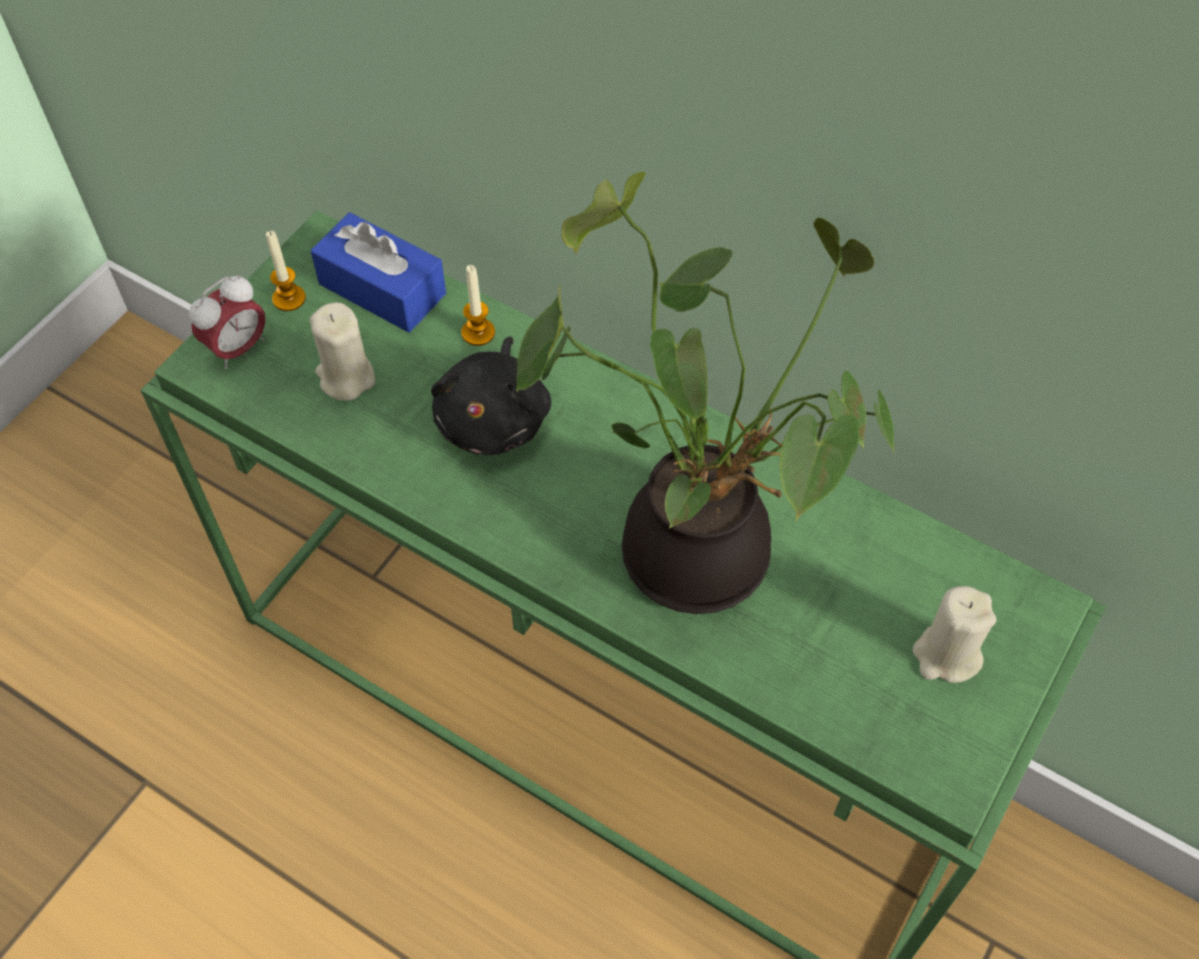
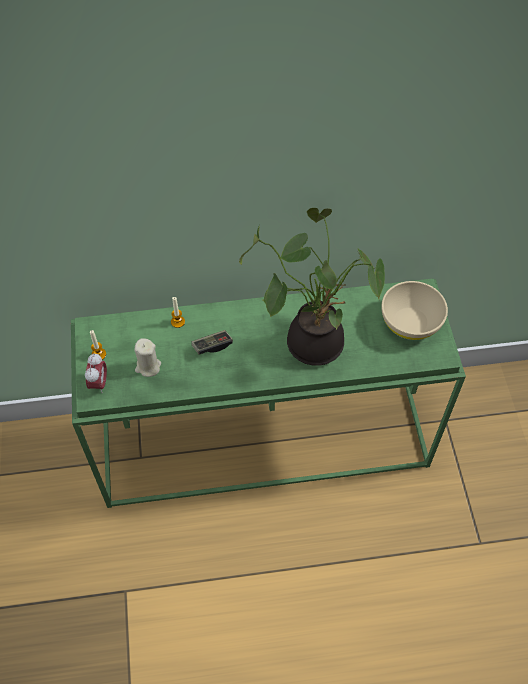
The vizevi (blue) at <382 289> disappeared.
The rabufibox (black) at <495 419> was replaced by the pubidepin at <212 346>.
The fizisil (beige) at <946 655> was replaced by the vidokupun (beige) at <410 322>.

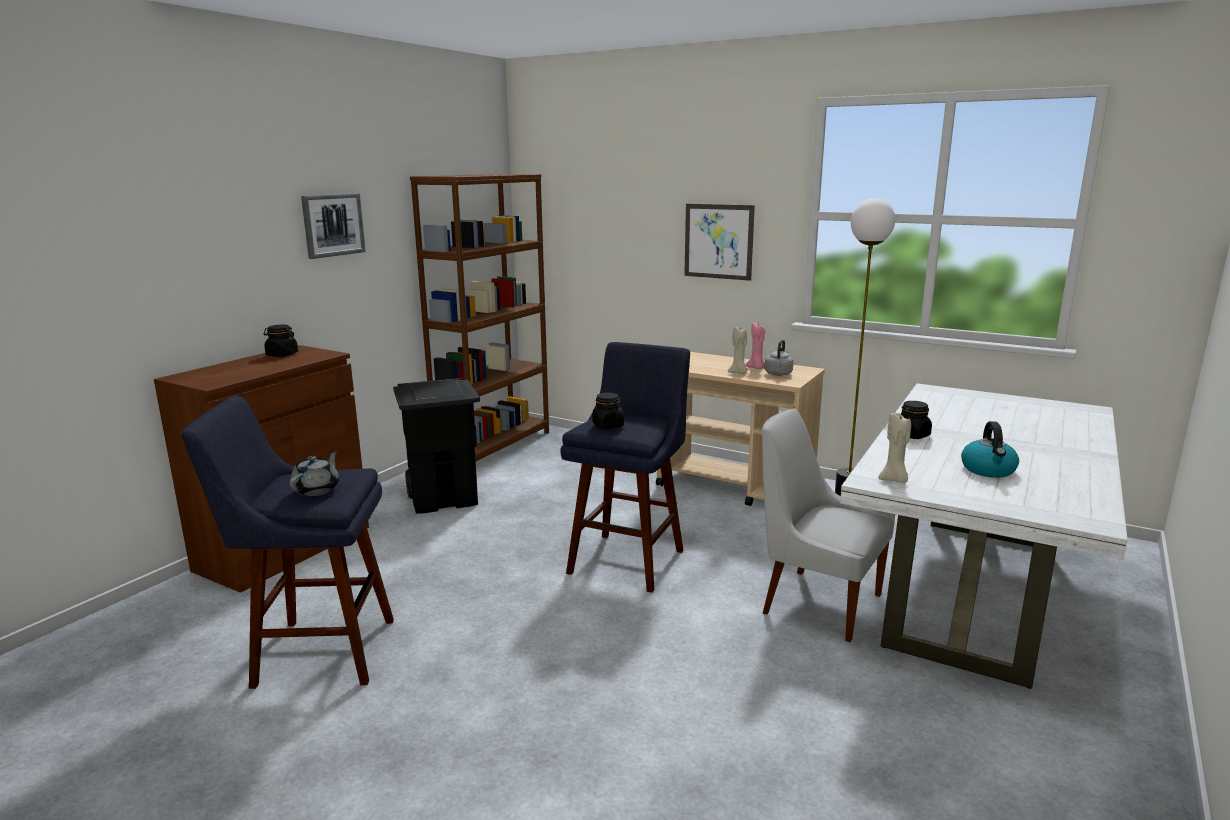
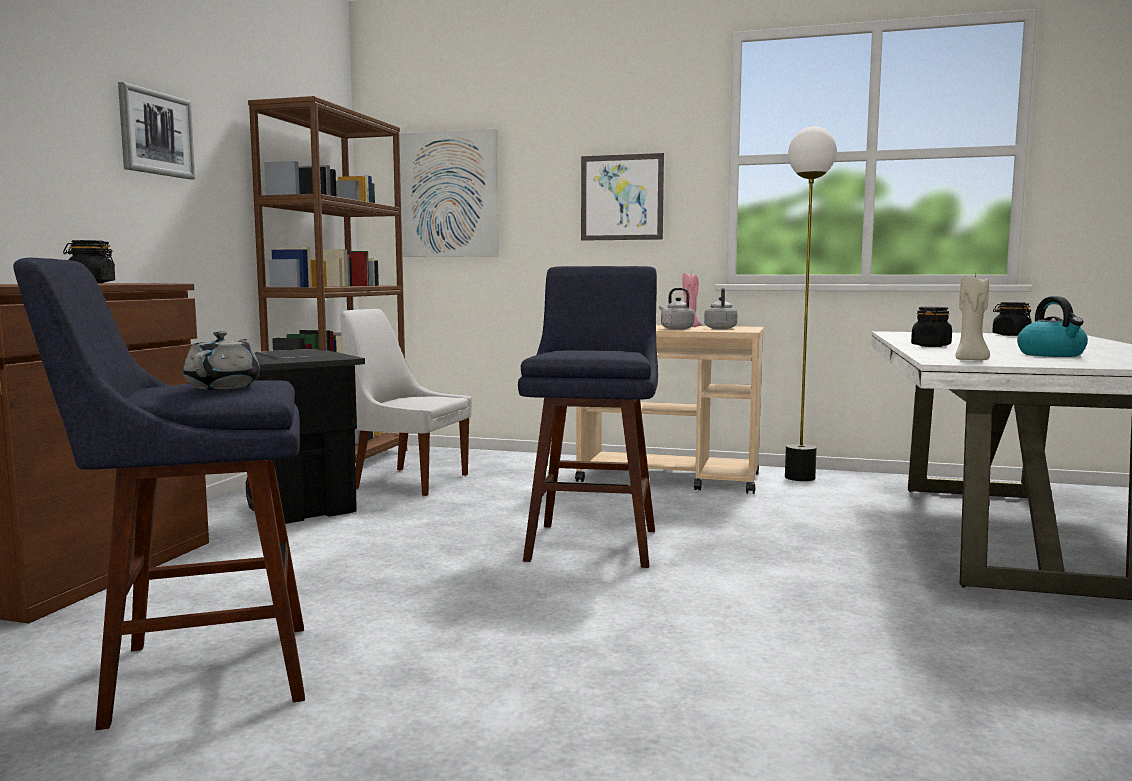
The fizisil (beige) at <738 373> was replaced by the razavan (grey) at <675 329>.
The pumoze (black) moved from <607 425> to <1010 335>.
The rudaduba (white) moved from <817 602> to <407 481>.
The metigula at <448 194> appeared.

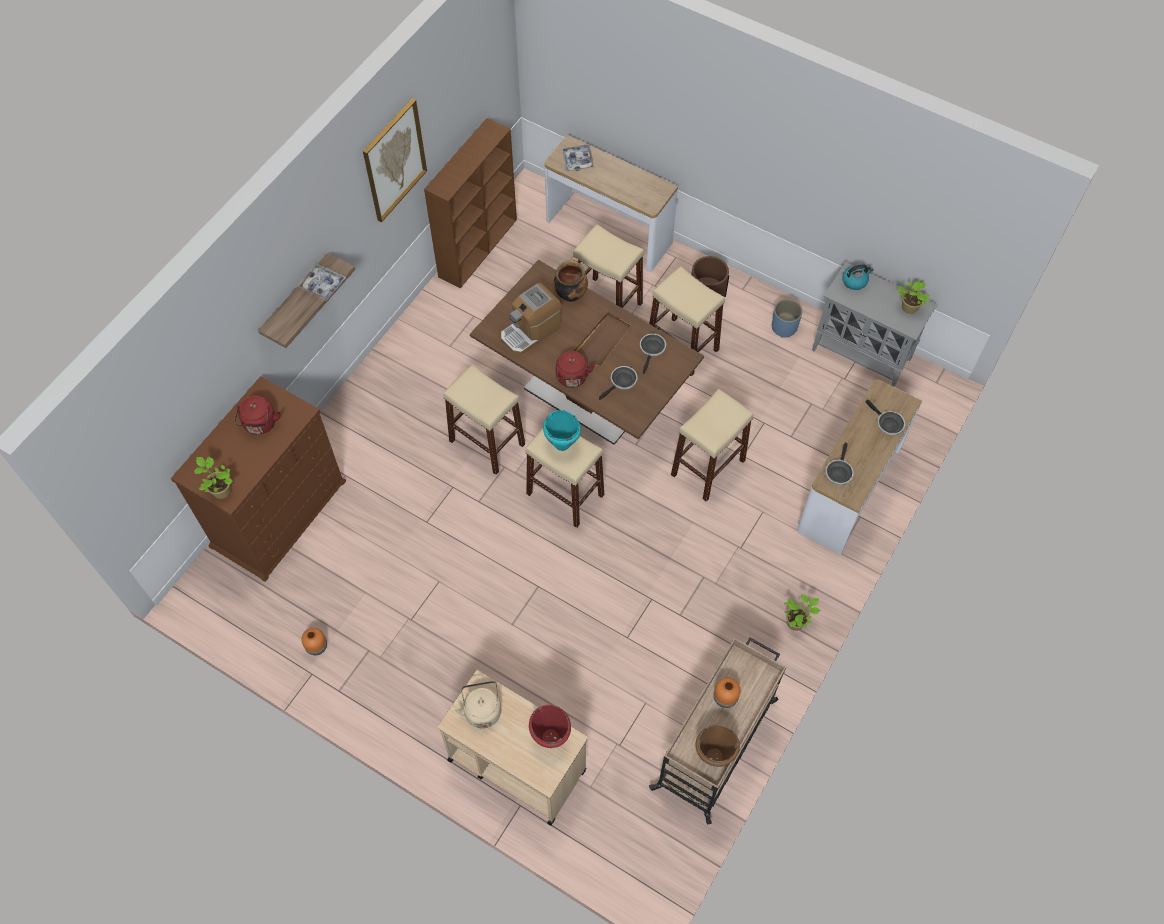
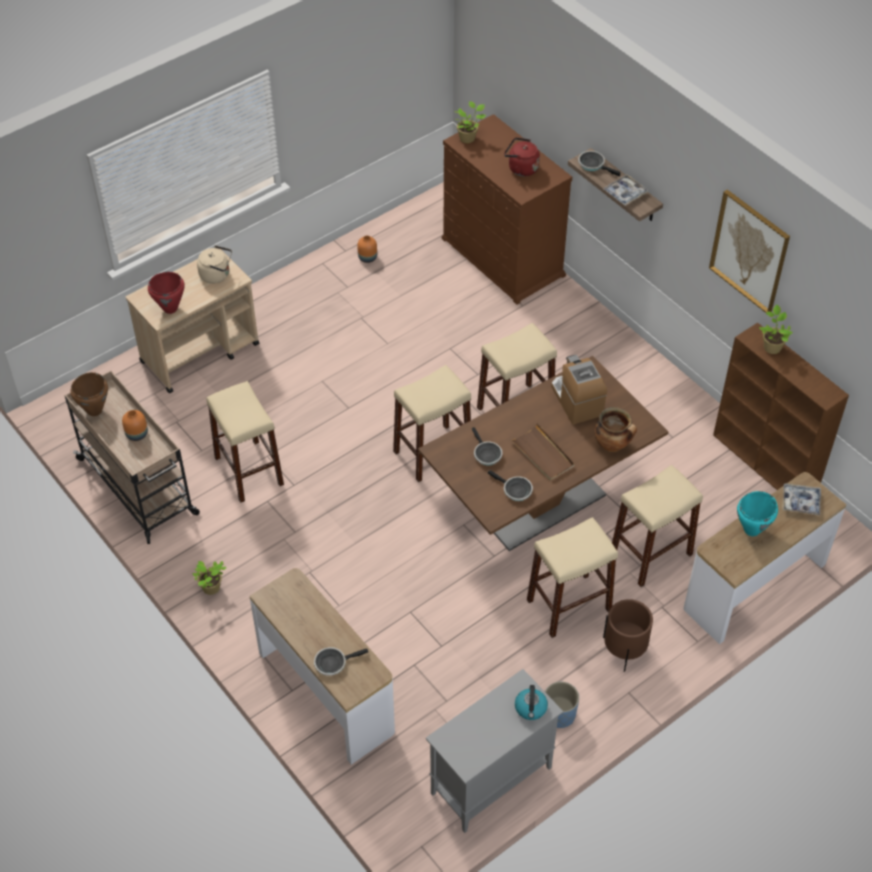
The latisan moved from <908 308> to <772 346>.
The razavan (red) at <572 378> disappeared.
The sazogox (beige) moved from <708 467> to <249 471>.
The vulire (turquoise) moved from <562 444> to <752 530>.
The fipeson moved from <838 472> to <593 165>.

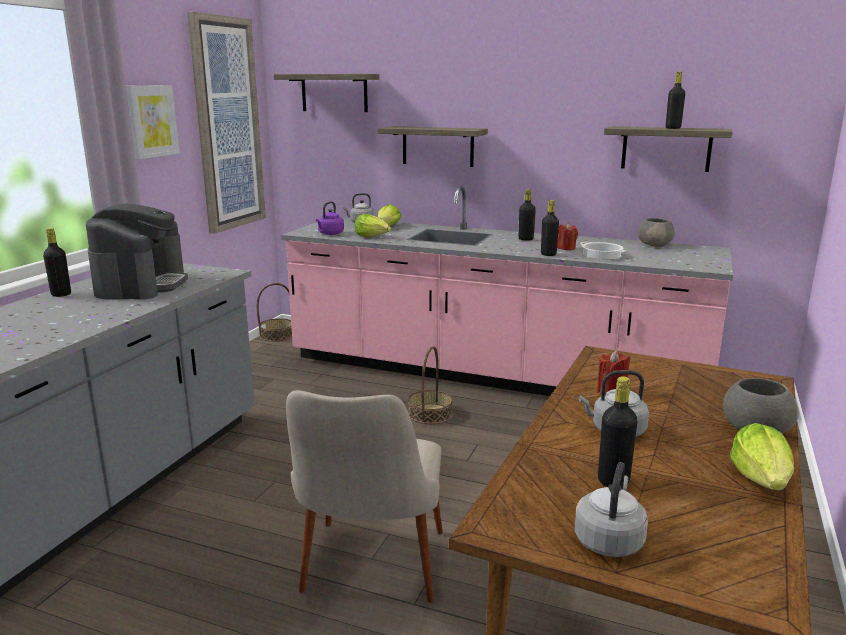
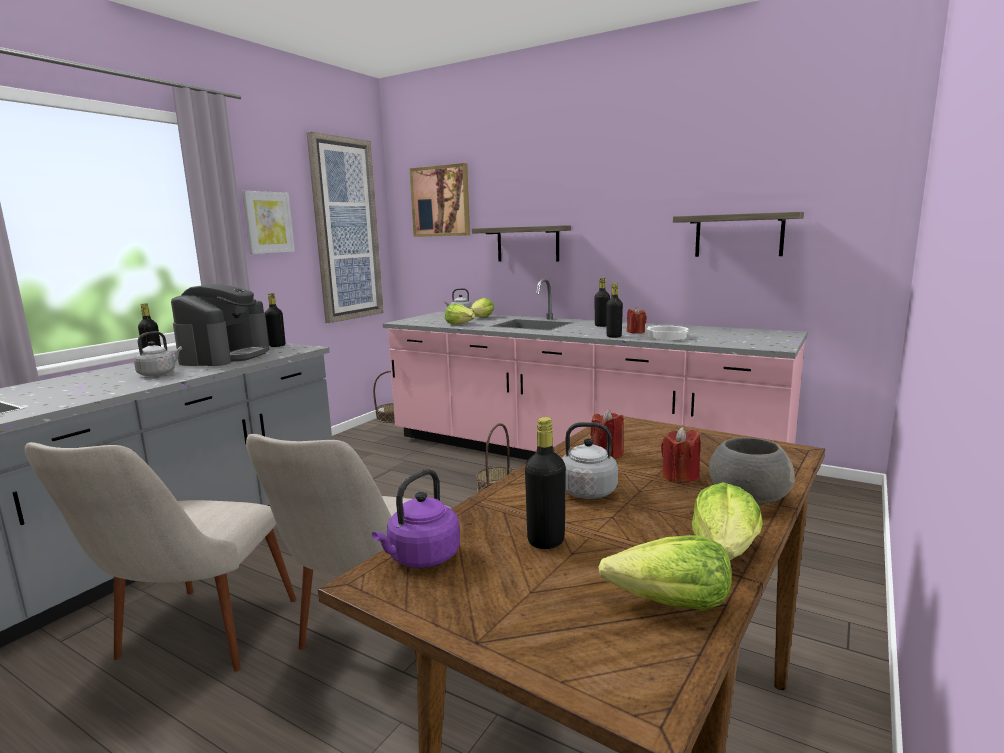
The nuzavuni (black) moved from <673 128> to <277 346>.
The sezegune at <334 93> was replaced by the metigula at <441 201>.
The razavan (purple) moved from <330 234> to <421 558>.
The vidokupun (grey) at <655 245> disappeared.
The razavan (grey) moved from <609 540> to <159 373>.
The fizisil (red) at <680 476> appeared.
The rudaduba (beige) at <193 646> appeared.
The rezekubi at <670 604> appeared.

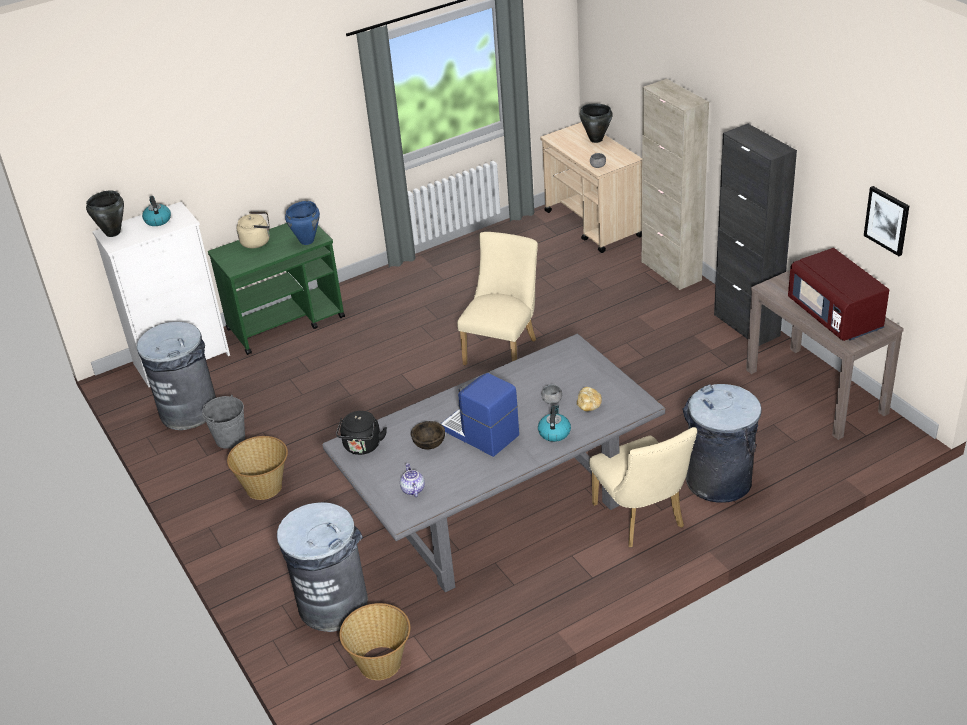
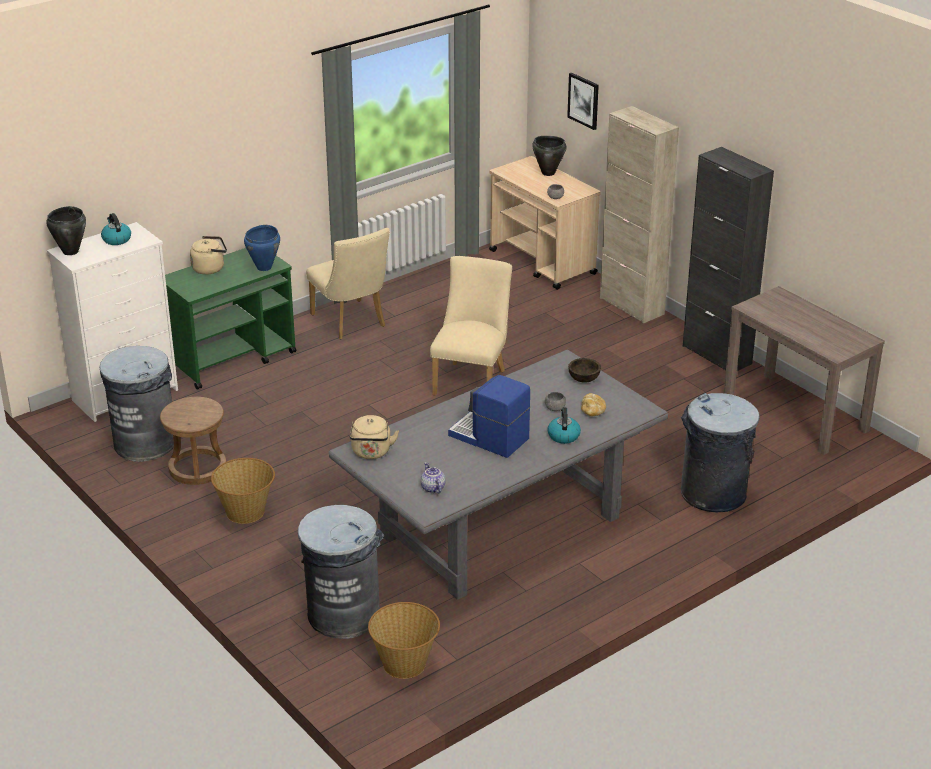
The metigula moved from <887 220> to <584 100>.
The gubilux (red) at <835 316> disappeared.
The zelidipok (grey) at <230 438> was replaced by the sazogox (brown) at <197 468>.
The razavan (black) at <362 447> became the razavan (beige) at <371 453>.
The vidokupun (brown) moved from <429 444> to <584 379>.
The rudaduba (beige) moved from <642 519> to <351 323>.

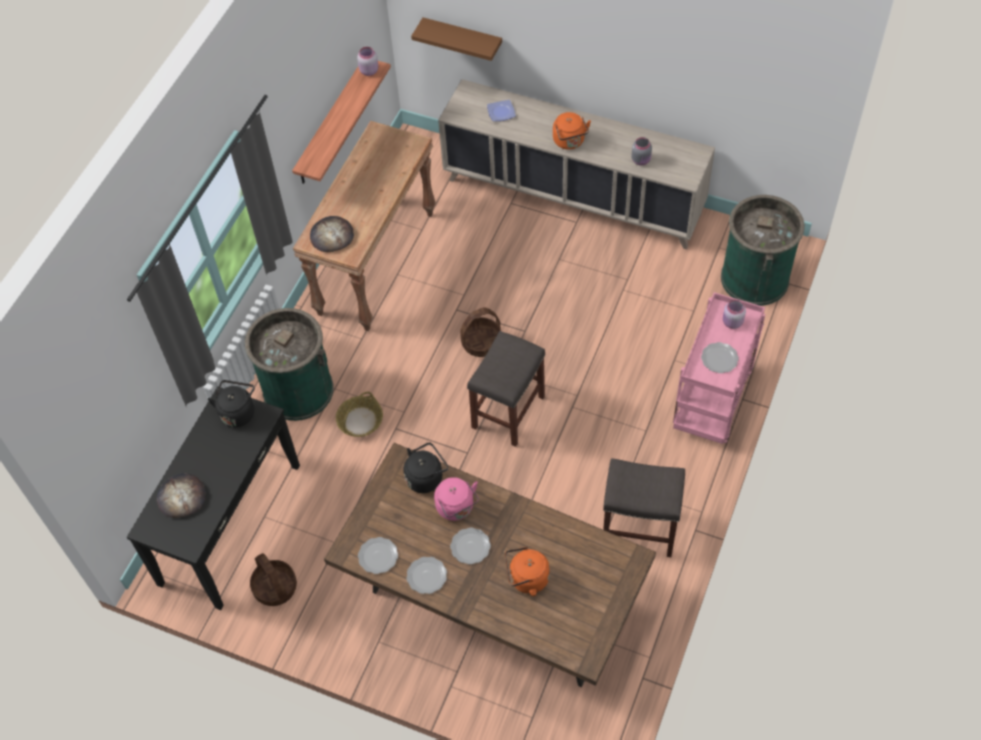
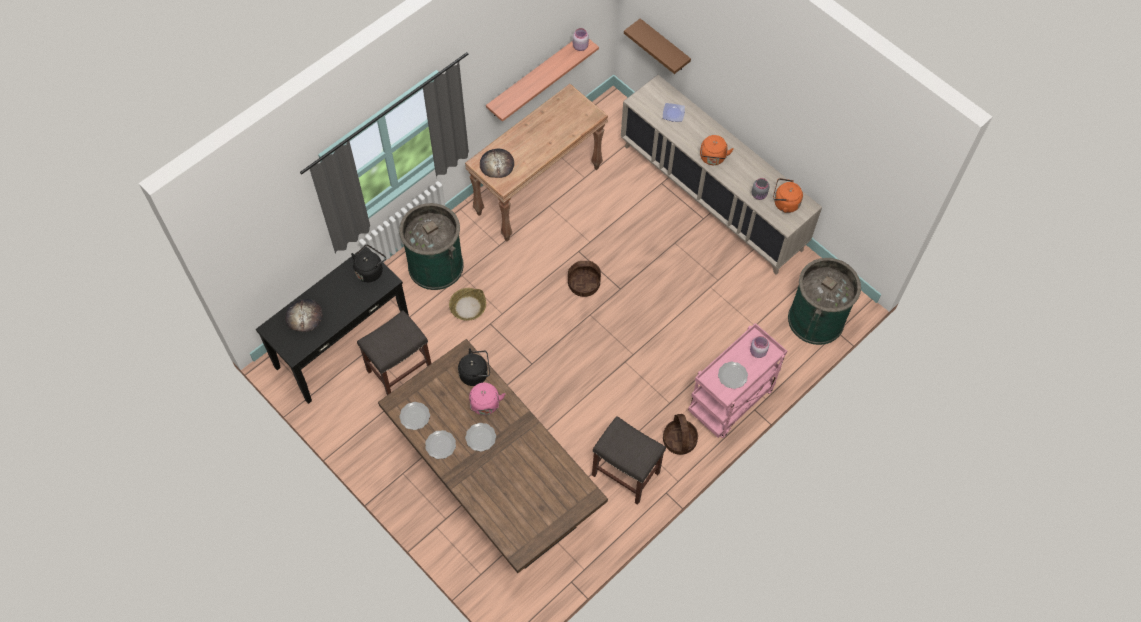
The sazogox (grey) moved from <508 411> to <400 369>.
The razavan (orange) moved from <526 579> to <784 203>.
The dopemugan moved from <275 587> to <679 440>.

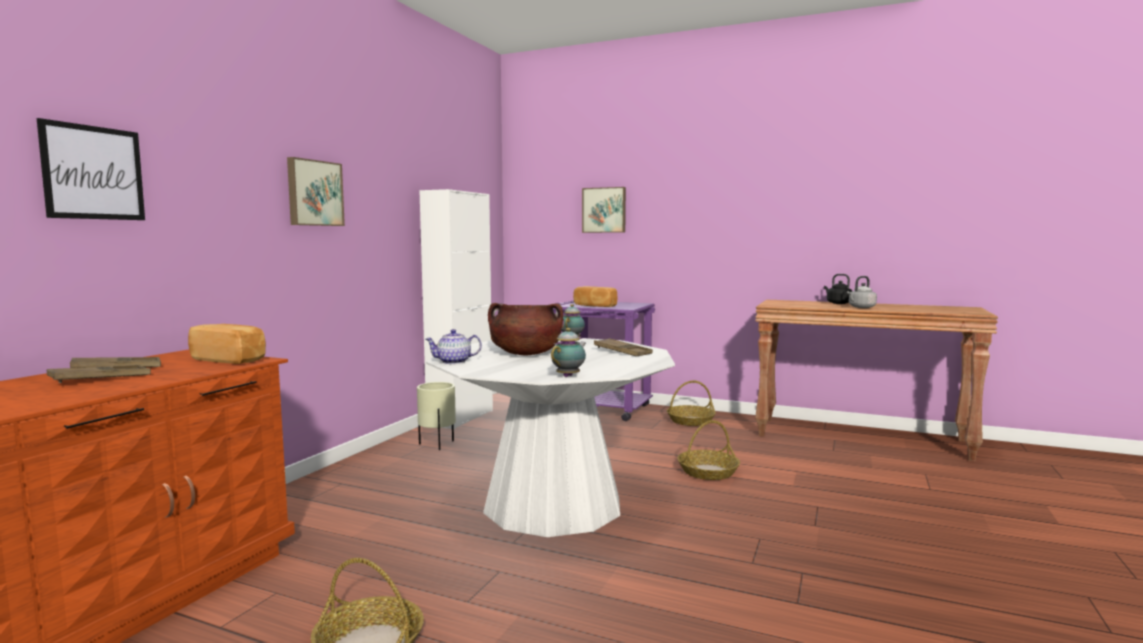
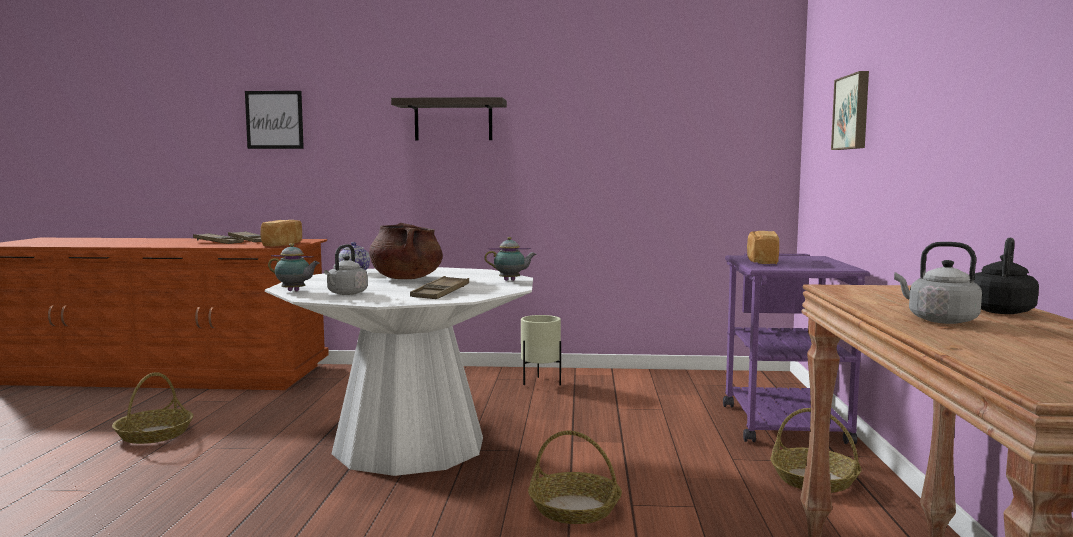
The metigula at <314 193> was replaced by the sezegune at <453 120>.
The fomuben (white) at <461 418> disappeared.
The razavan (grey) at <346 294> appeared.

